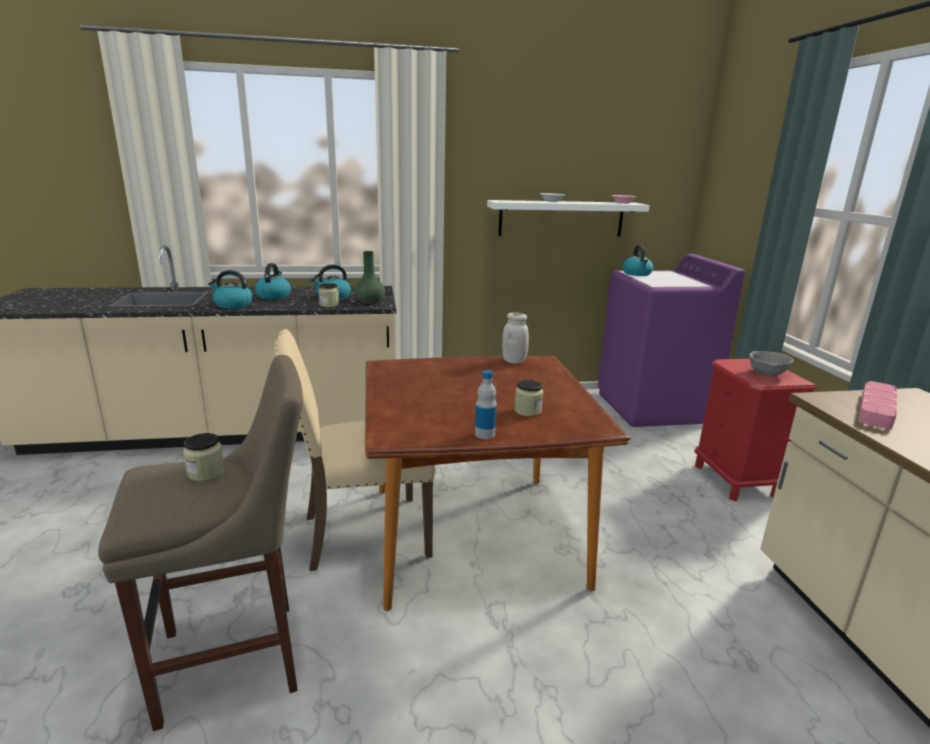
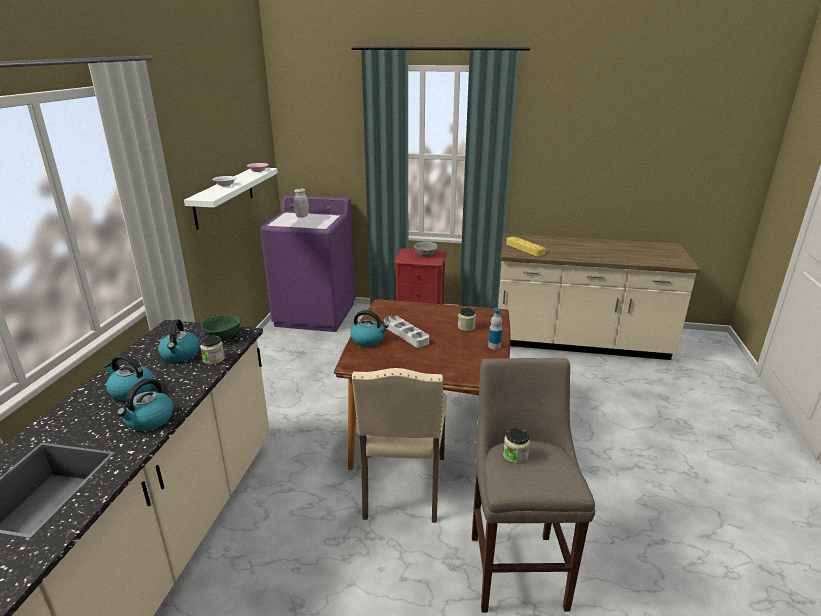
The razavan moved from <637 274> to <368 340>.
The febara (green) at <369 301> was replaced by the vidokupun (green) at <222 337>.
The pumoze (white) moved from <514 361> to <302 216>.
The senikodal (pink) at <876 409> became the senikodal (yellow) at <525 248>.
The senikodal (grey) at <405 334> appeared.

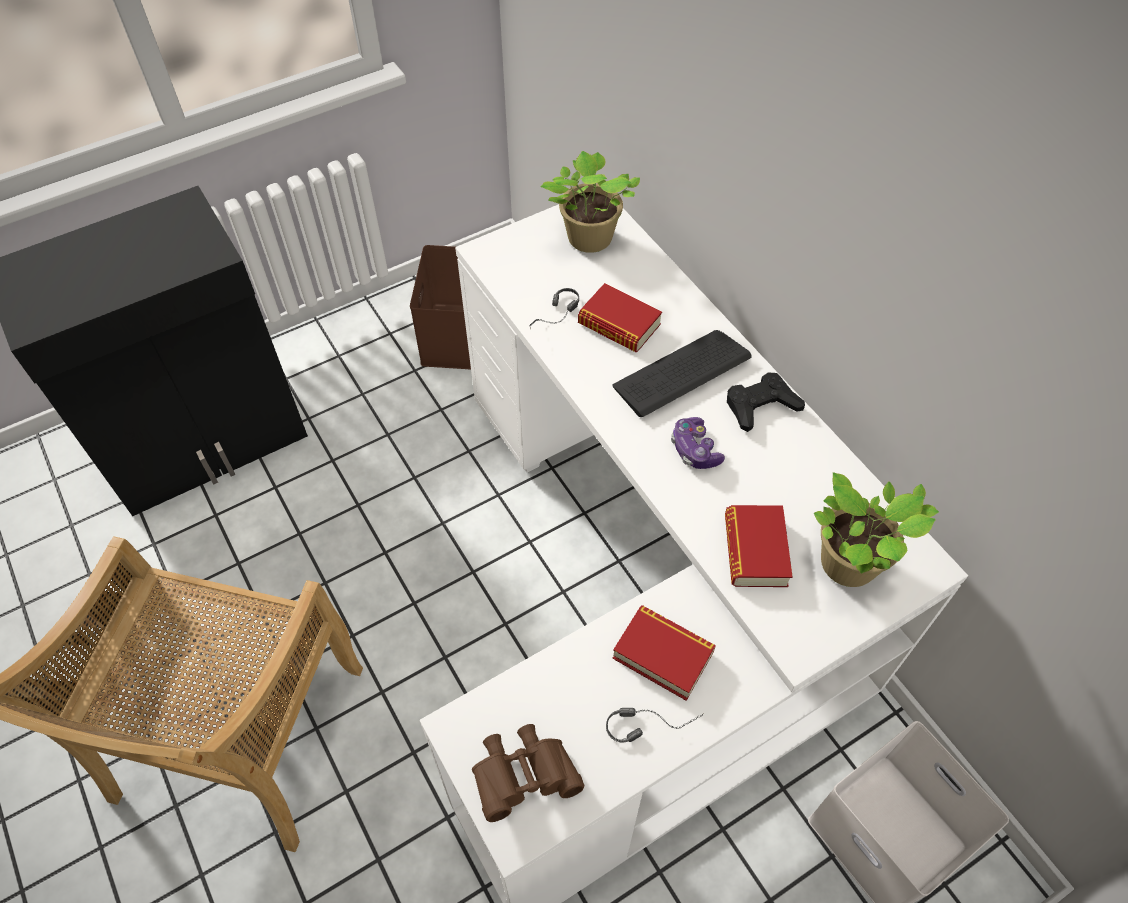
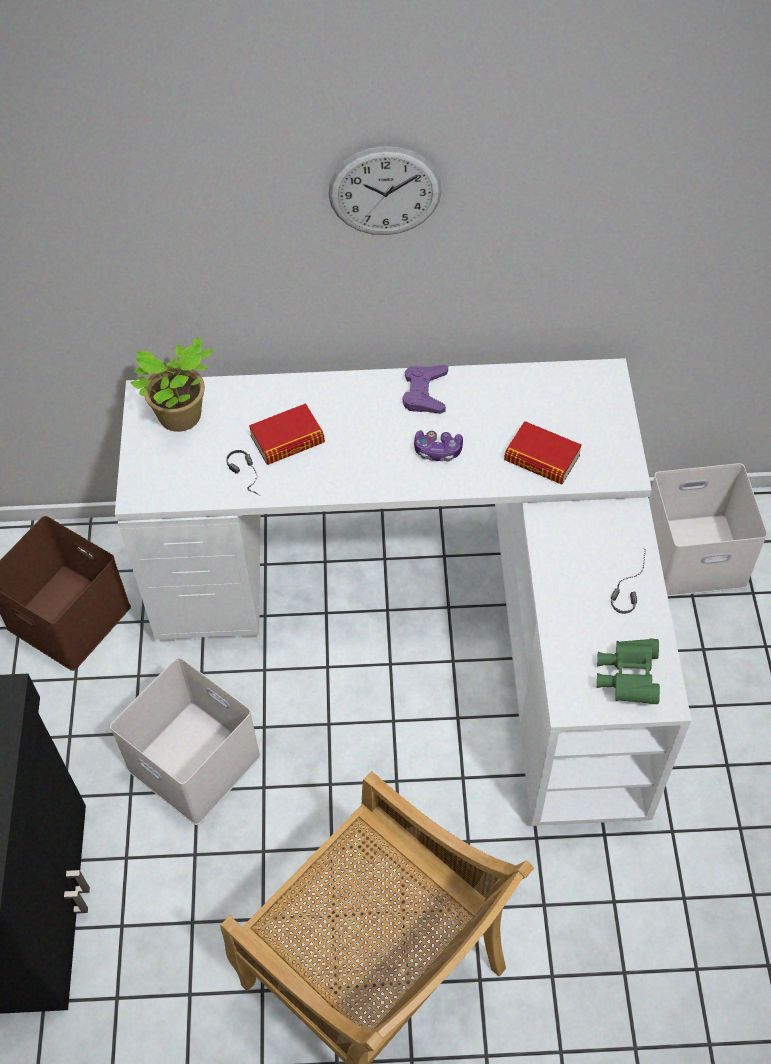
The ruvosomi at <681 374> disappeared.
The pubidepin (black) at <761 405> became the pubidepin (purple) at <425 393>.
The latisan at <849 567> disappeared.
The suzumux at <663 655> disappeared.
The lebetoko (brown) at <524 776> became the lebetoko (green) at <627 677>.
The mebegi at <385 191> appeared.
The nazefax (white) at <191 762> appeared.

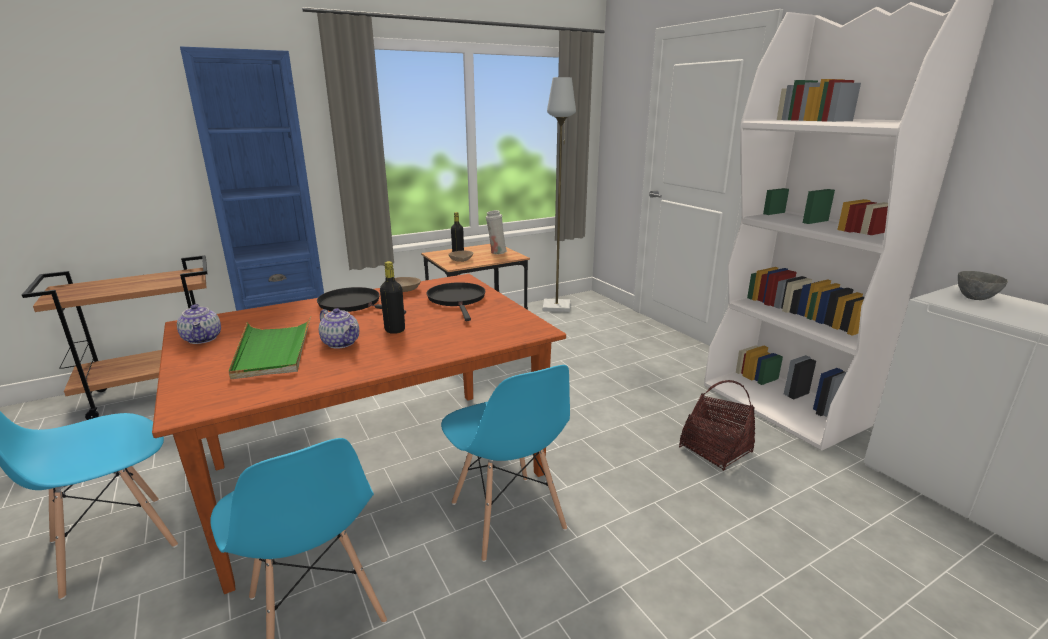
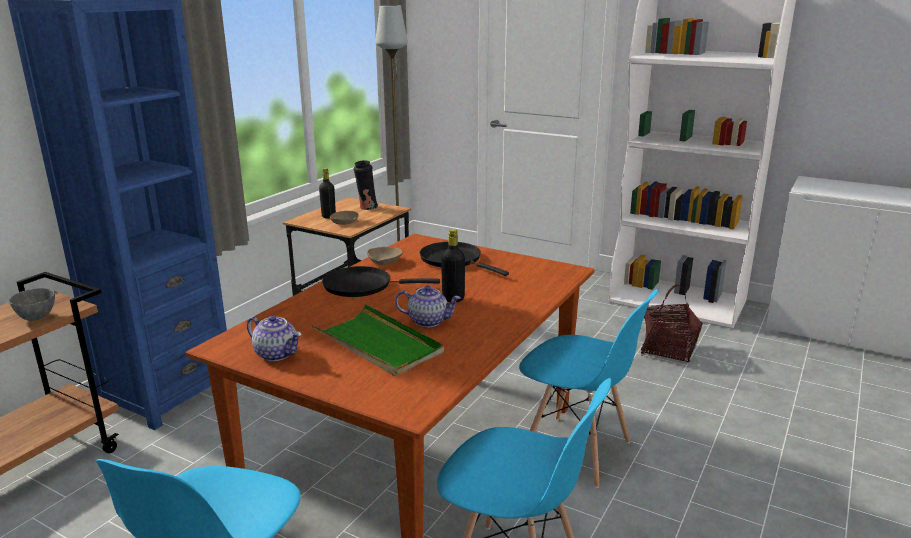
The febara (white) at <496 252> became the febara (black) at <367 208>.
The vidokupun (grey) moved from <975 298> to <37 317>.

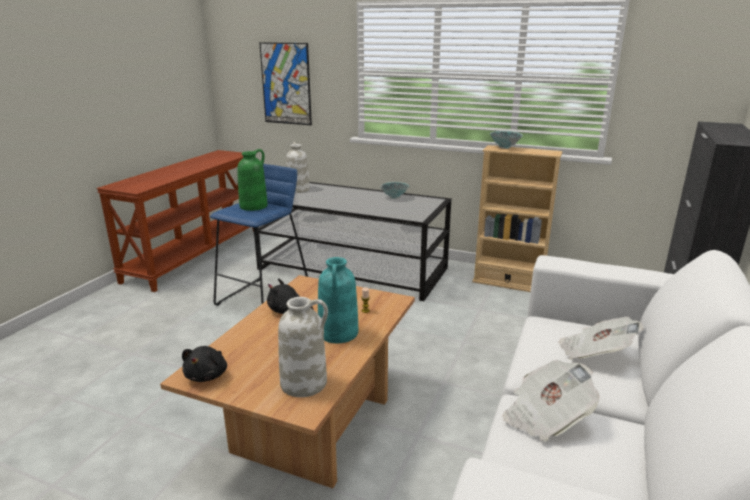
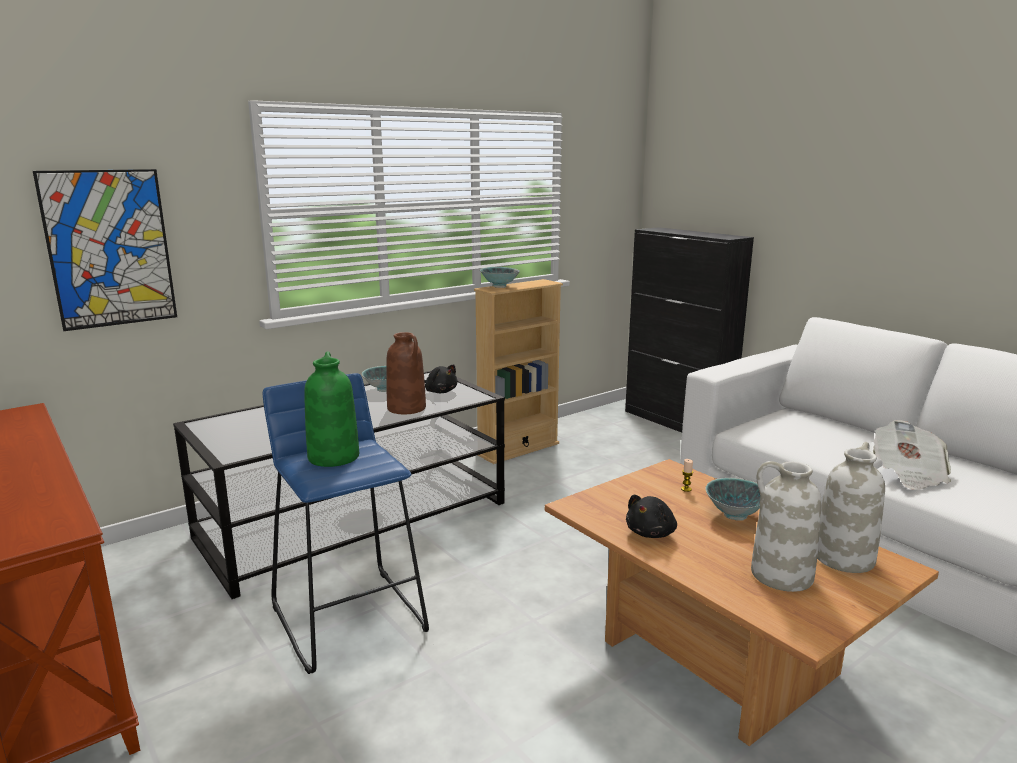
The febara (white) moved from <298 189> to <780 575>.
The febara (turquoise) at <338 333> was replaced by the vidokupun at <734 515>.
The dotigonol at <594 354> disappeared.
The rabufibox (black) moved from <207 375> to <440 391>.
The febara (brown) at <407 408> appeared.

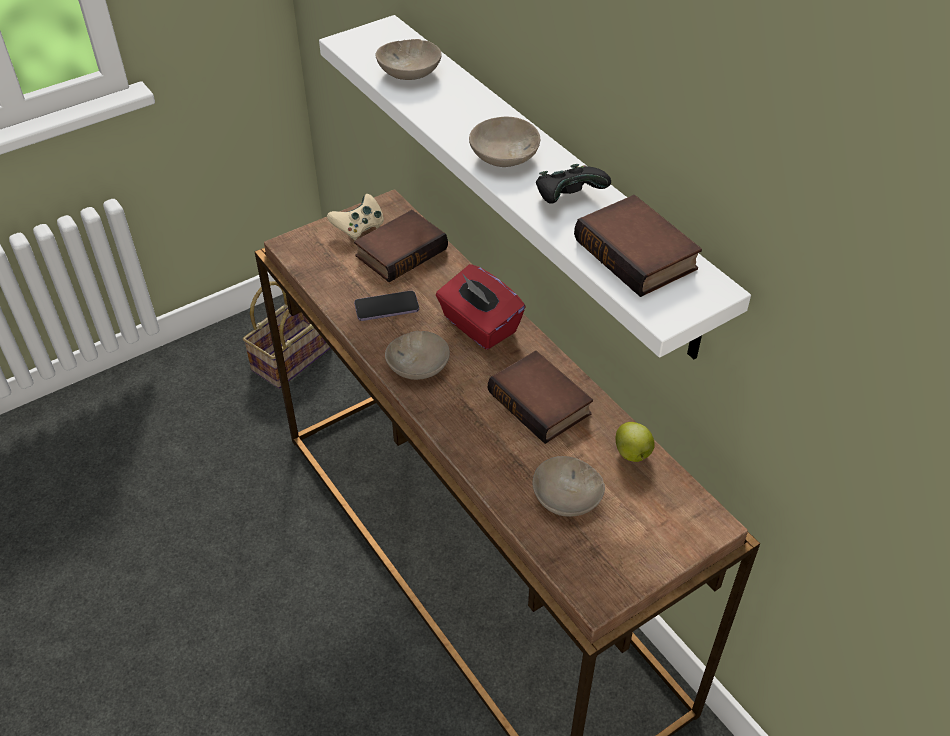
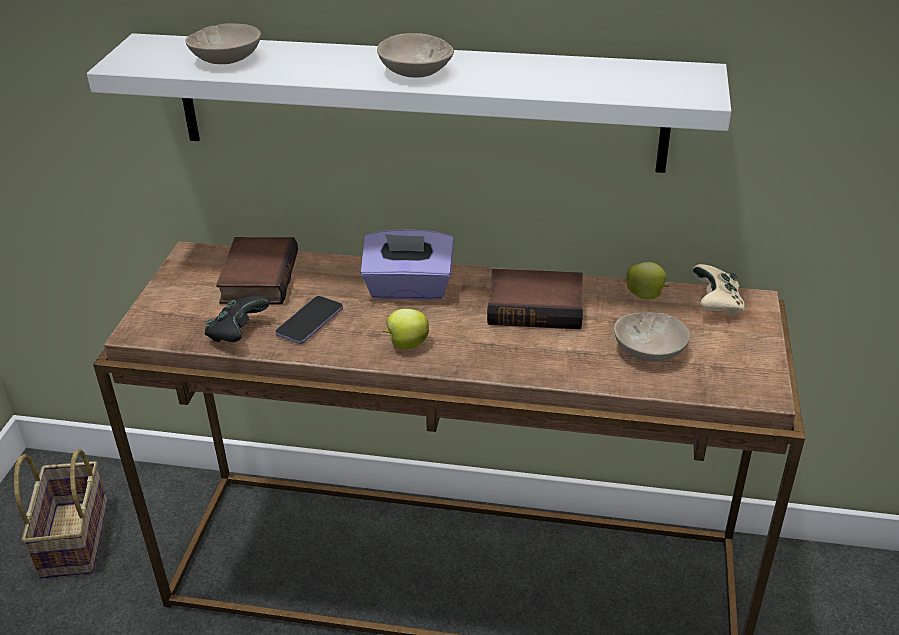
The pubidepin (black) moved from <568 198> to <237 333>.
The pubidepin (beige) moved from <359 228> to <716 305>.
The suzumux at <639 254> disappeared.
The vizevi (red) at <479 326> became the vizevi (purple) at <408 289>.
The vidokupun (beige) at <418 368> was replaced by the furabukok at <406 344>.

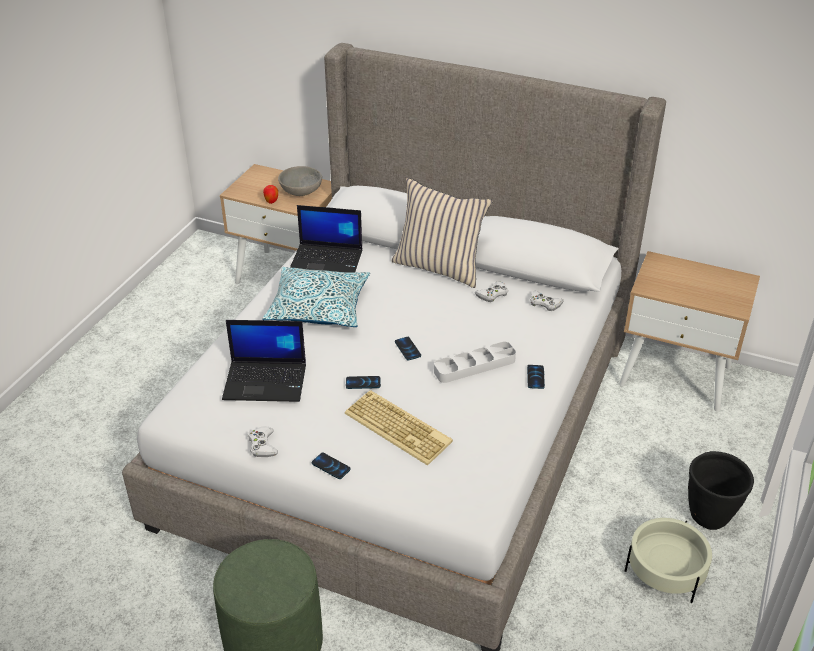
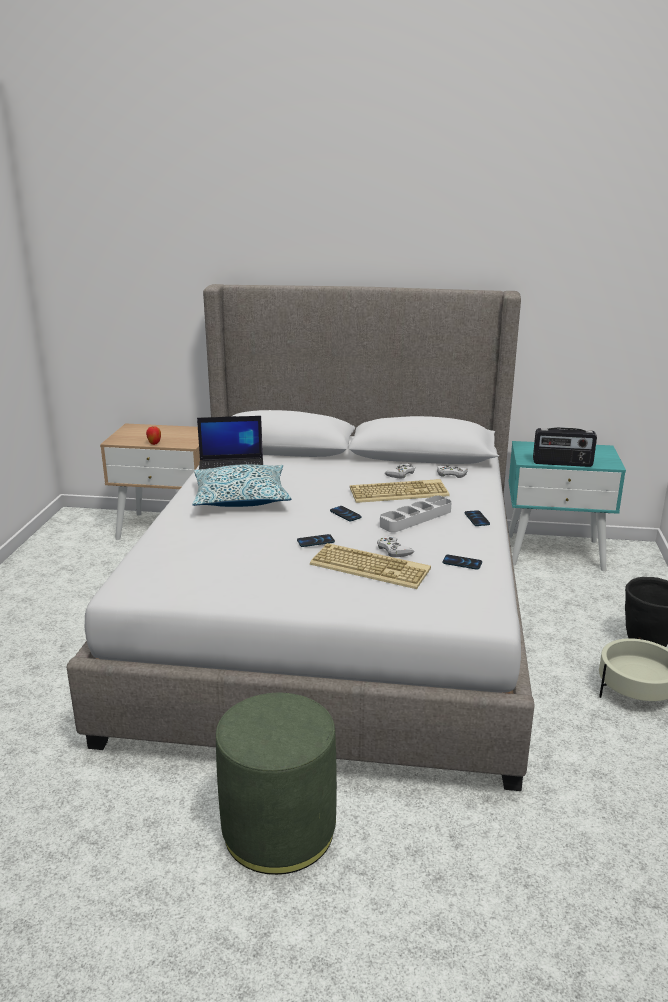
The vidokupun (grey) at <301 191> disappeared.
The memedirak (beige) at <439 267> disappeared.
The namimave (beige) at <676 375> became the namimave (turquoise) at <555 552>.
The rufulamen at <266 381> disappeared.
The pubidepin (white) moved from <262 445> to <393 550>.
The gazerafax moved from <331 466> to <462 563>.
The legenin at <562 463> appeared.
The ruvosomi at <399 492> appeared.

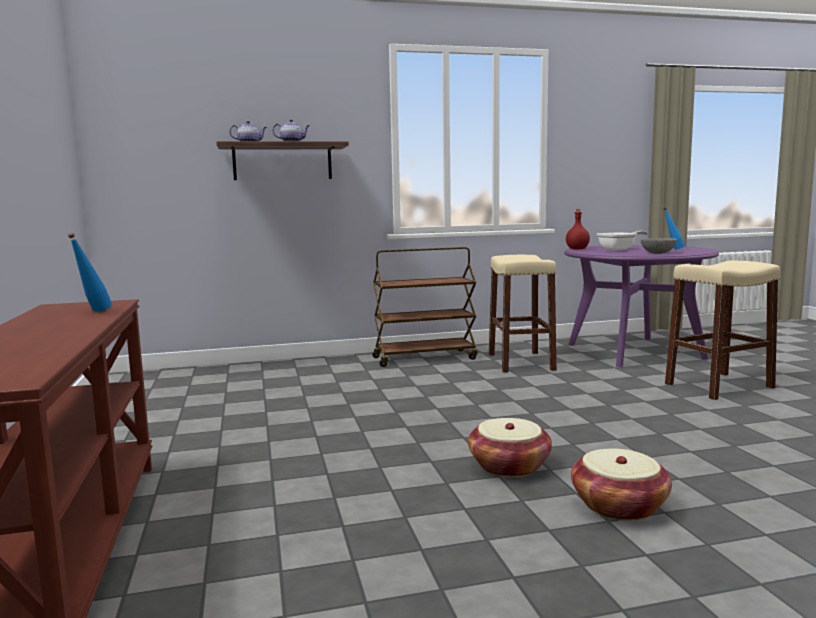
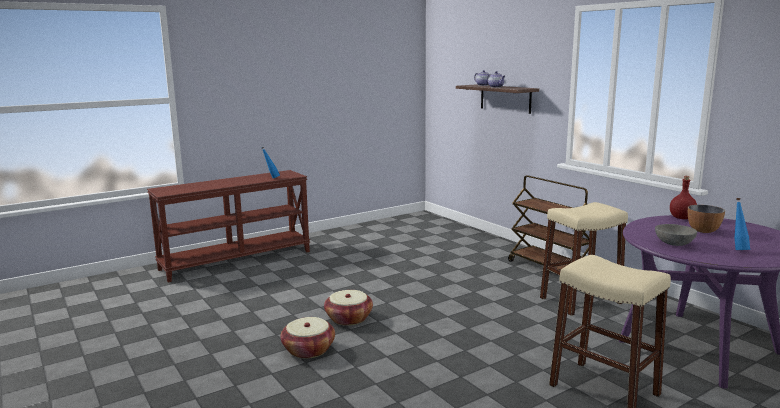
The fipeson at <619 249> was replaced by the vidokupun at <703 231>.

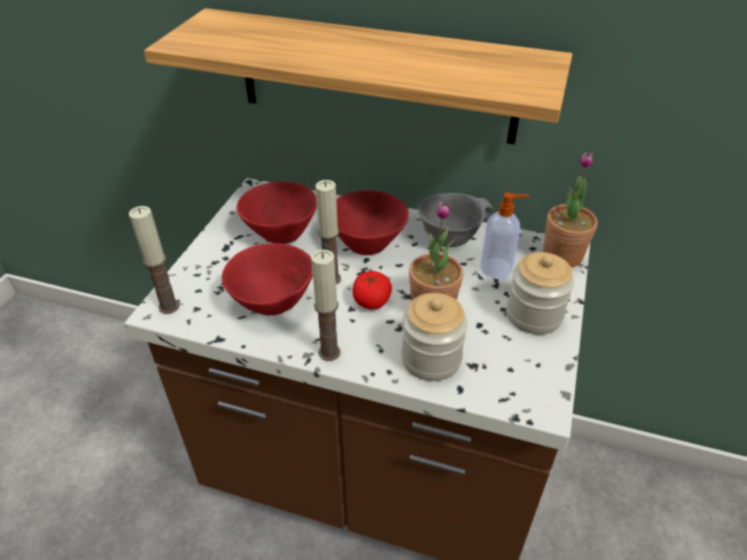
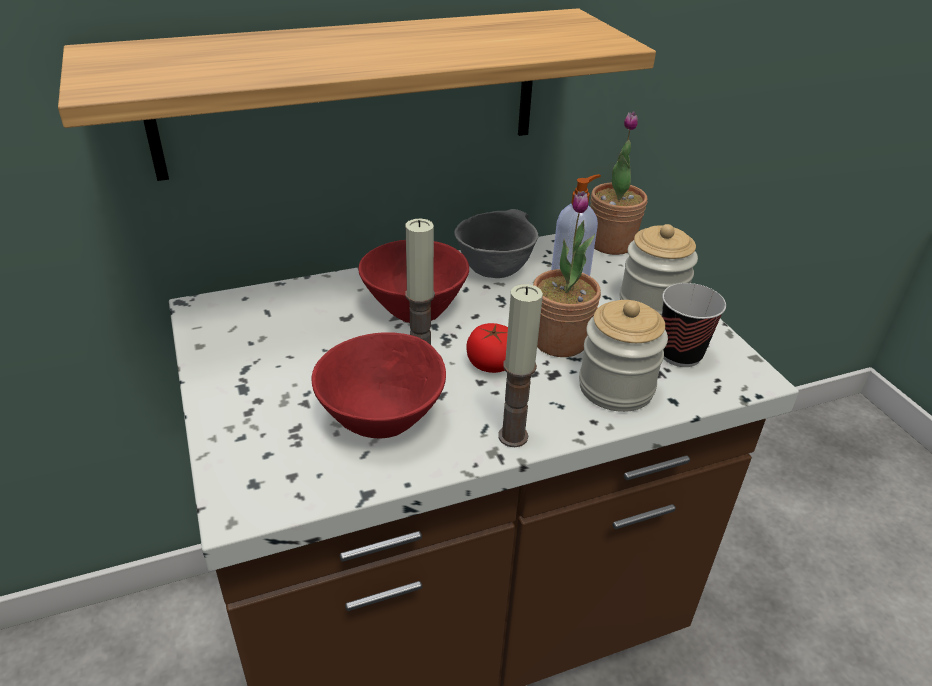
The vidokupun (red) at <282 231> disappeared.
The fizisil at <168 306> disappeared.
The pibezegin at <680 354> appeared.

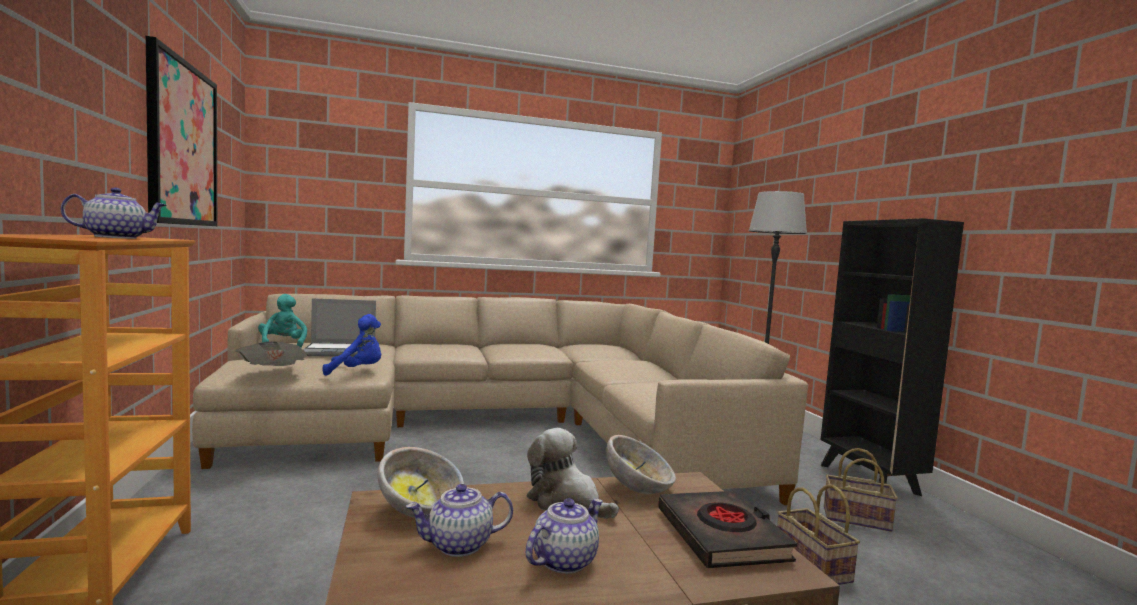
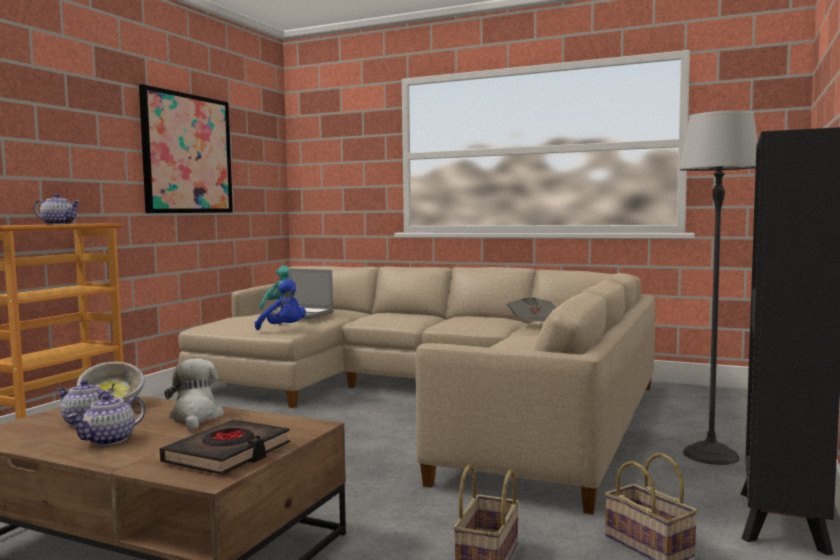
The dotigonol moved from <274 372> to <534 325>.
The vidokupun at <639 489> disappeared.
The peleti at <564 560> turned 135 degrees clockwise.

